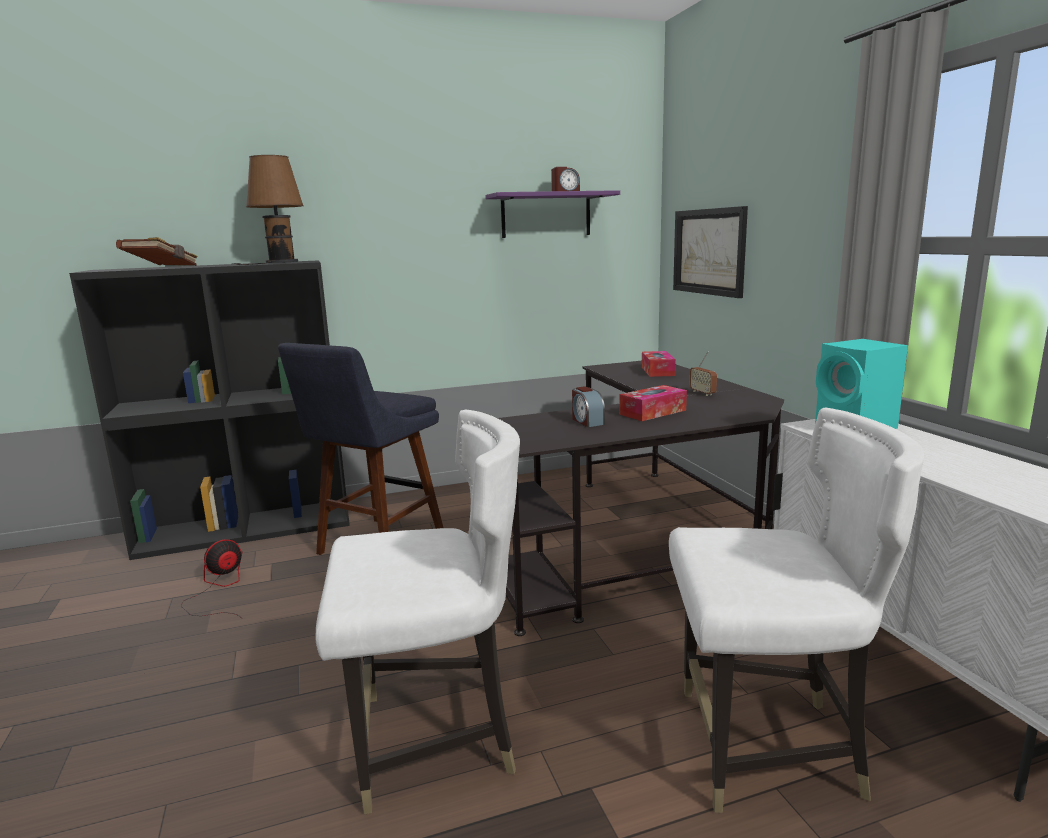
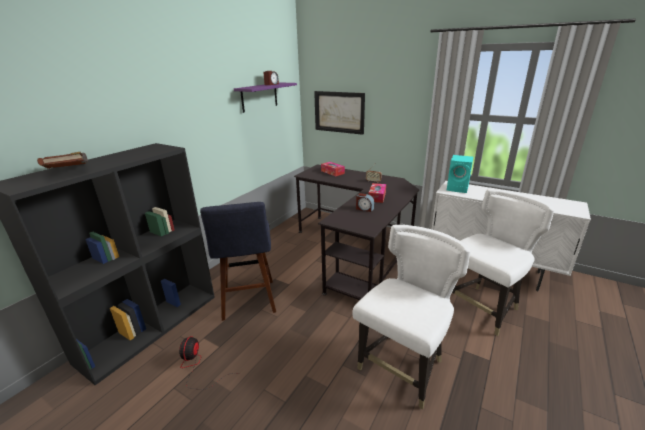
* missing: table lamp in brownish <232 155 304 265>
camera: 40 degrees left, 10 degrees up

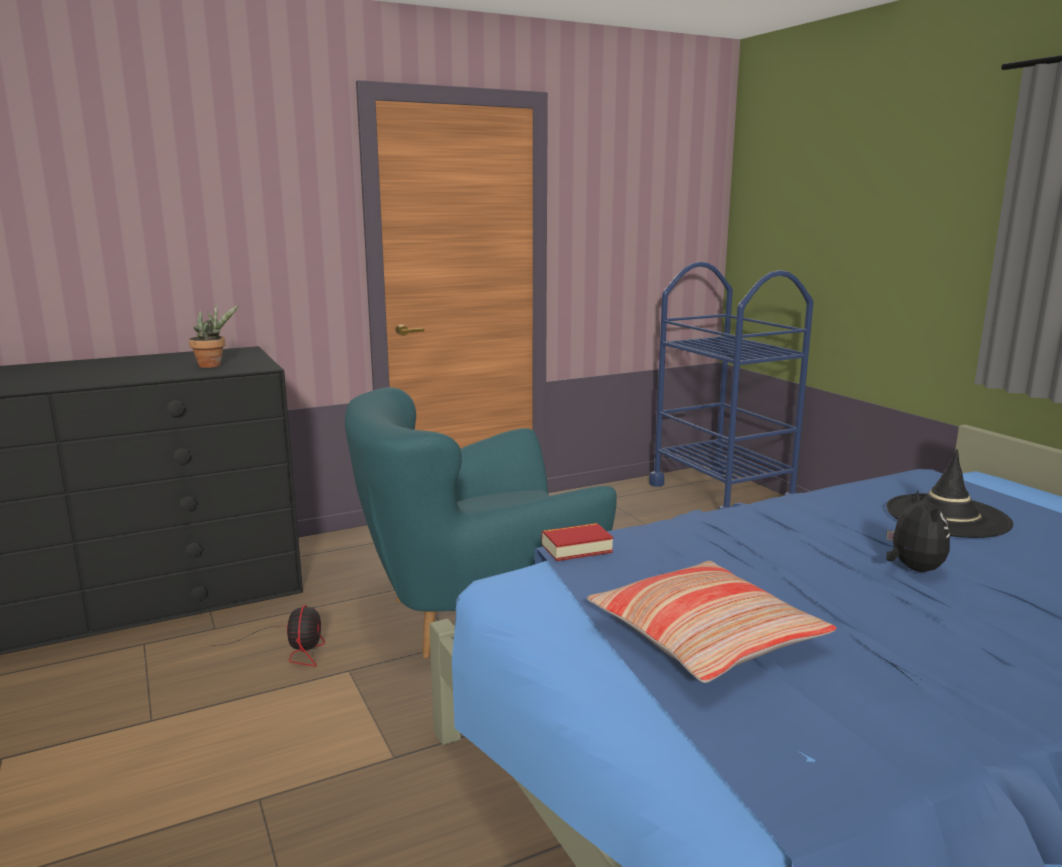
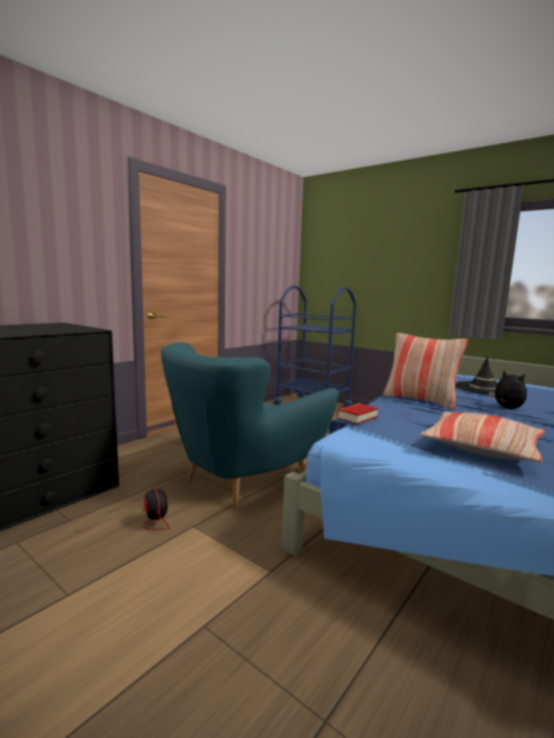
* missing: potted plant <189 303 239 368>
* appeared: cushion <383 333 468 409>
camera: 25 degrees left, 5 degrees down

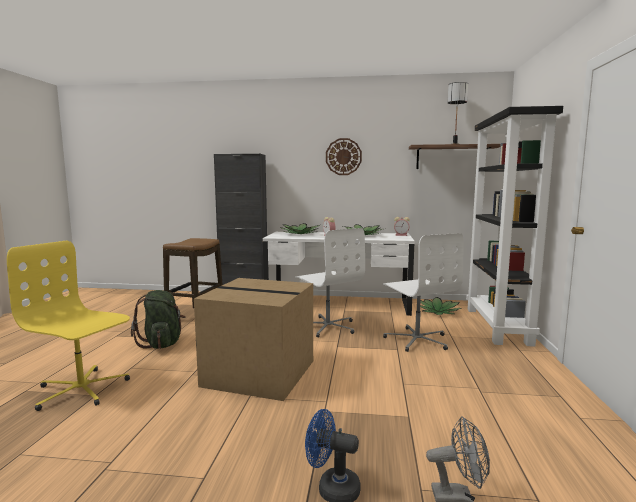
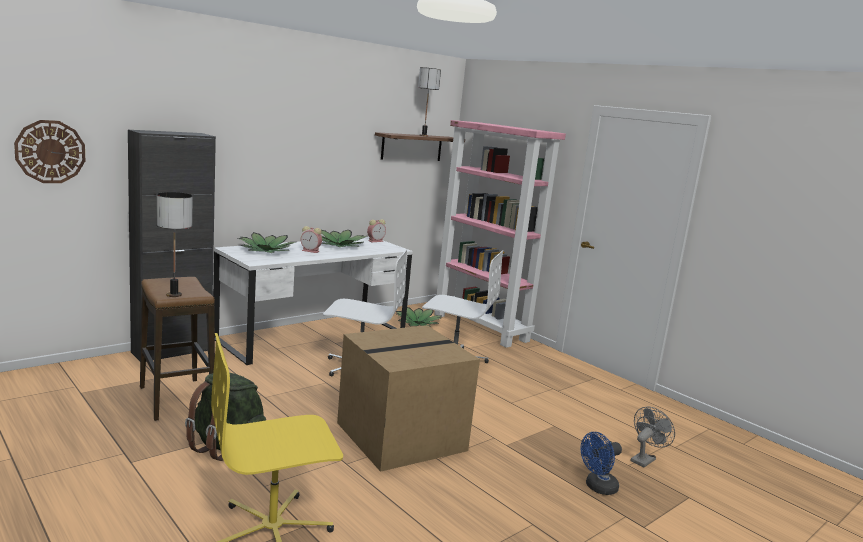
* appeared: table lamp <157 192 192 297>
* relocated: hanging clock <326 138 362 175> to <14 120 85 183>
* colour: shelving unit in blackish <466 106 563 347> to shelving unit in pink <434 120 566 348>
camera: 50 degrees left, 5 degrees up

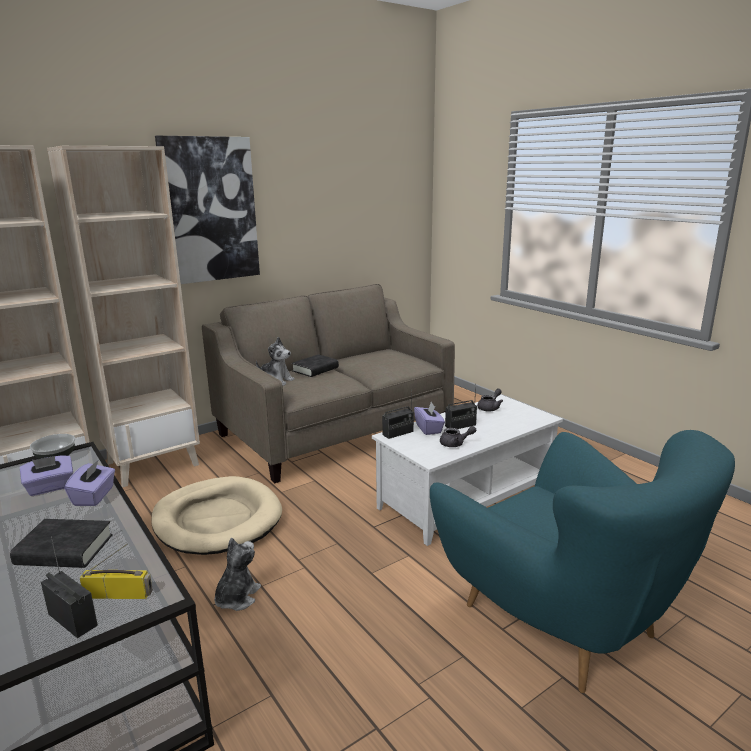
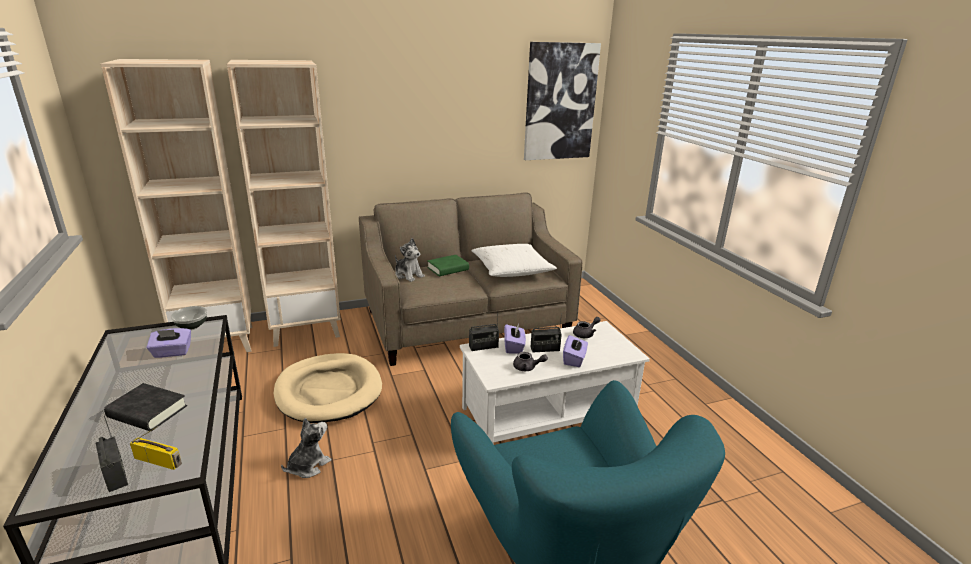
* appeared: cushion in white <471 244 557 277>
* relocated: box of tissues in purple <64 459 115 506> to <563 335 588 367>
* relocated: picture <155 136 260 284> to <524 42 601 160>
* colour: book in blackish <292 354 339 377> to book in green <427 255 469 276>
camera: 15 degrees right, 5 degrees up

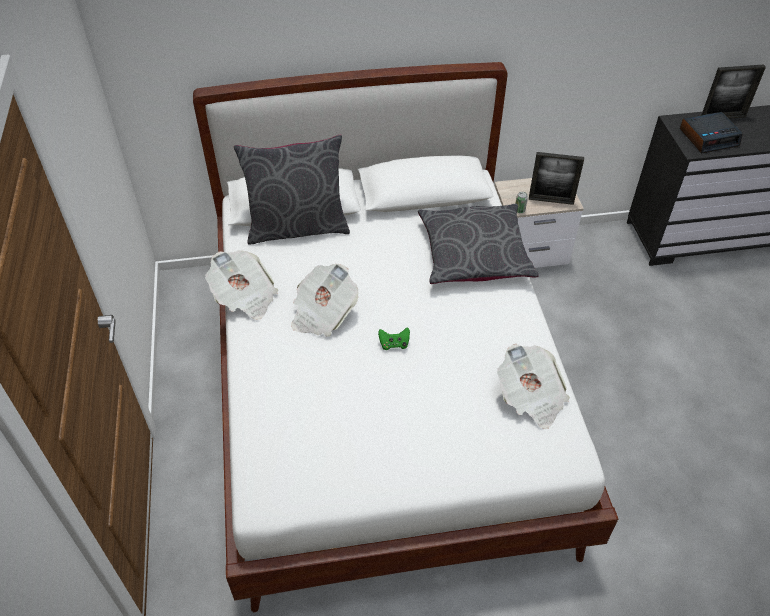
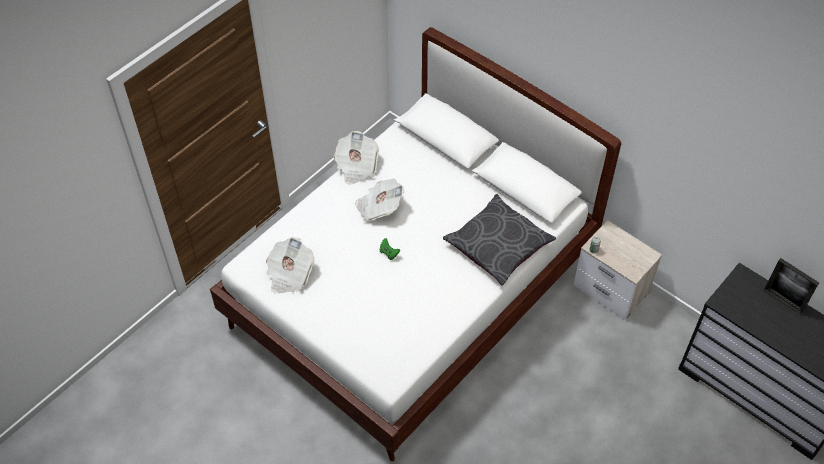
* missing: cushion in gray <234 135 350 245>
* missing: picture frame <529 152 584 205>
* missing: bedside clock <680 112 743 153>
* relocated: newspaper <497 344 570 429> to <266 237 314 294>
camera: 50 degrees right, 5 degrees up

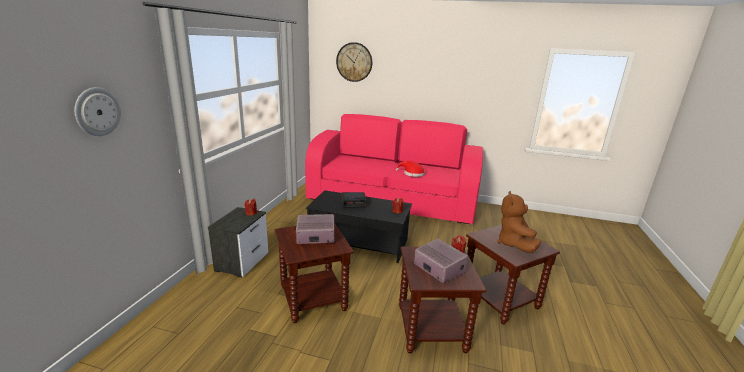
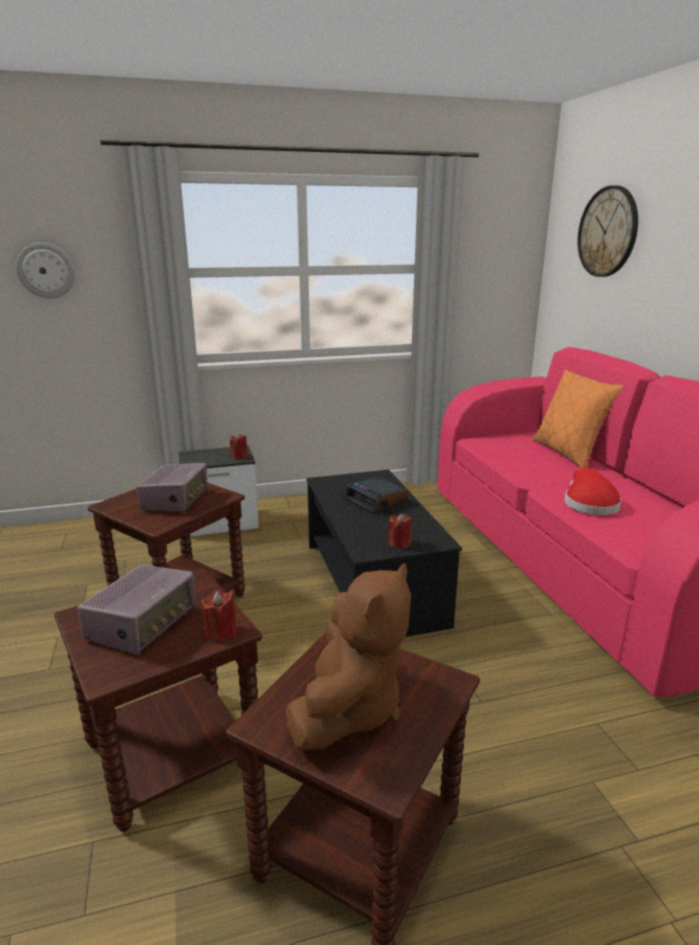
* appeared: cushion in orange <532 370 623 468>
* spun: radio receiver <296 214 335 244> = <136 463 208 512> 45 degrees clockwise
* spun: plush toy in brownish <497 191 541 253> = <286 563 411 750> 135 degrees clockwise
camera: 60 degrees right, 0 degrees up

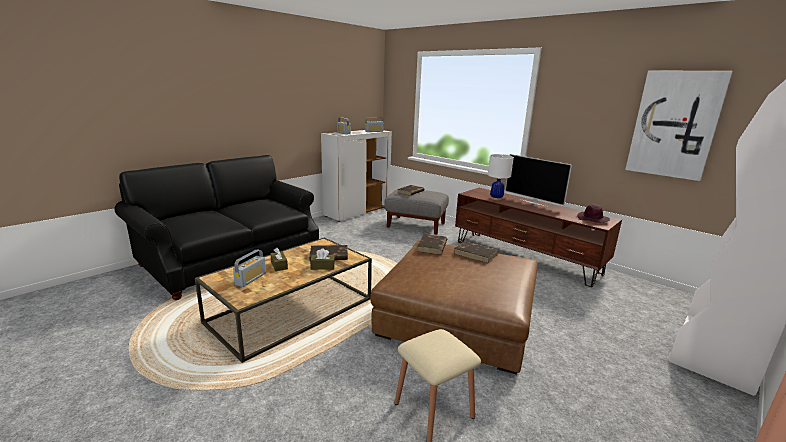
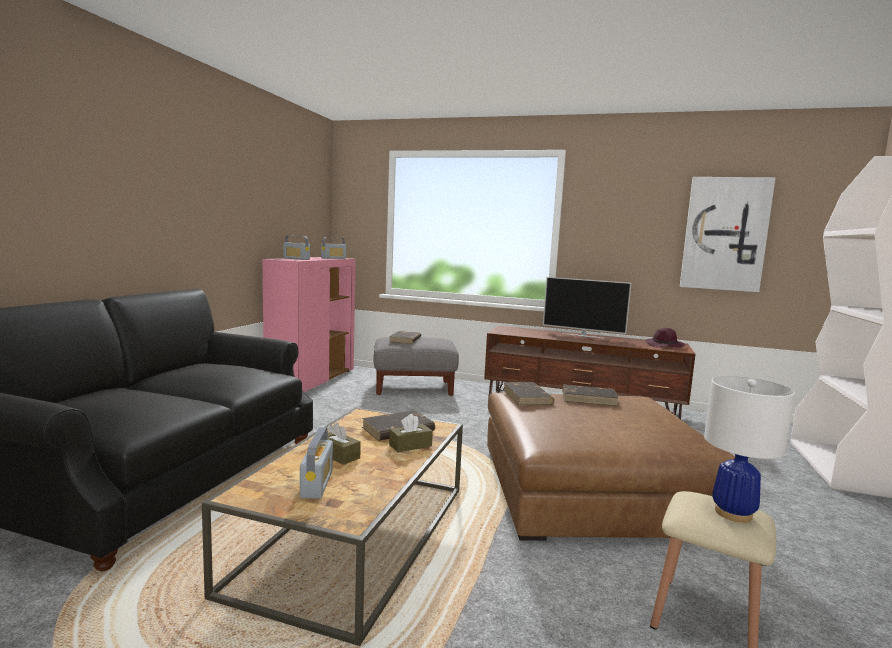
* relocated: table lamp in white <488 154 514 200> to <704 376 795 523>
* colour: cabinet in white <321 130 392 222> to cabinet in pink <263 257 356 392>
camera: 25 degrees left, 10 degrees down

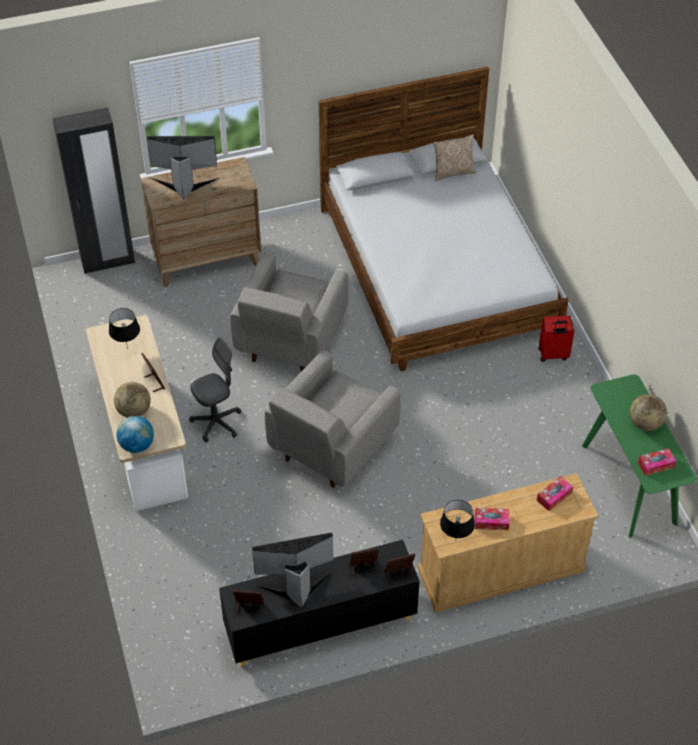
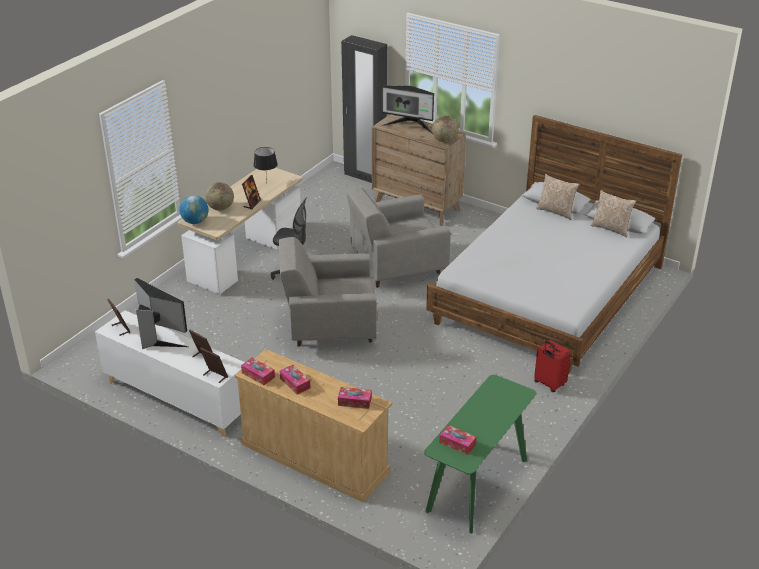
* appeared: cushion <536 174 580 220>
* relocated: world globe <630 394 667 431> to <432 115 459 143>
* exchanged: table lamp in blackish <440 500 475 538> to box of tissues <241 357 275 385>
* colour: cabinet in blackish <219 540 420 667> to cabinet in white <95 310 245 437>
* spun: computer display <147 136 219 199> = <382 85 434 134> 150 degrees clockwise
camera: 50 degrees right, 15 degrees down

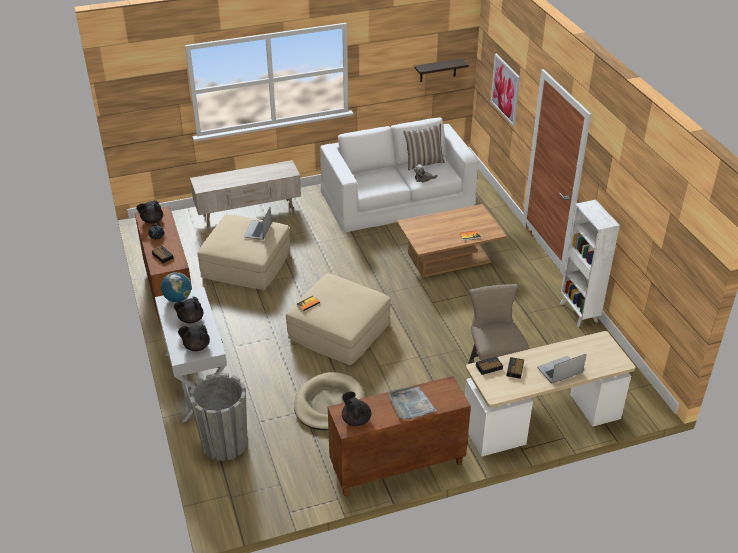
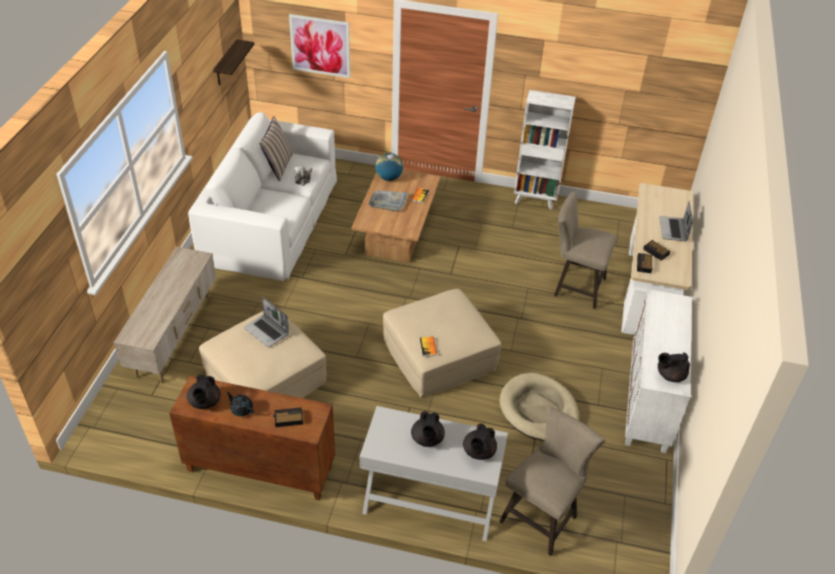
* relocated: world globe <161 272 191 302> to <375 153 403 181>
* relocated: tray in gray <388 387 437 419> to <368 191 408 212>
* exchanged: flower pot in gray <189 373 247 461> to stool seat in sand-coloured <499 407 605 556>
* colour: cabinet in brownish <328 376 471 496> to cabinet in white <625 289 692 453>
camera: 60 degrees left, 5 degrees up

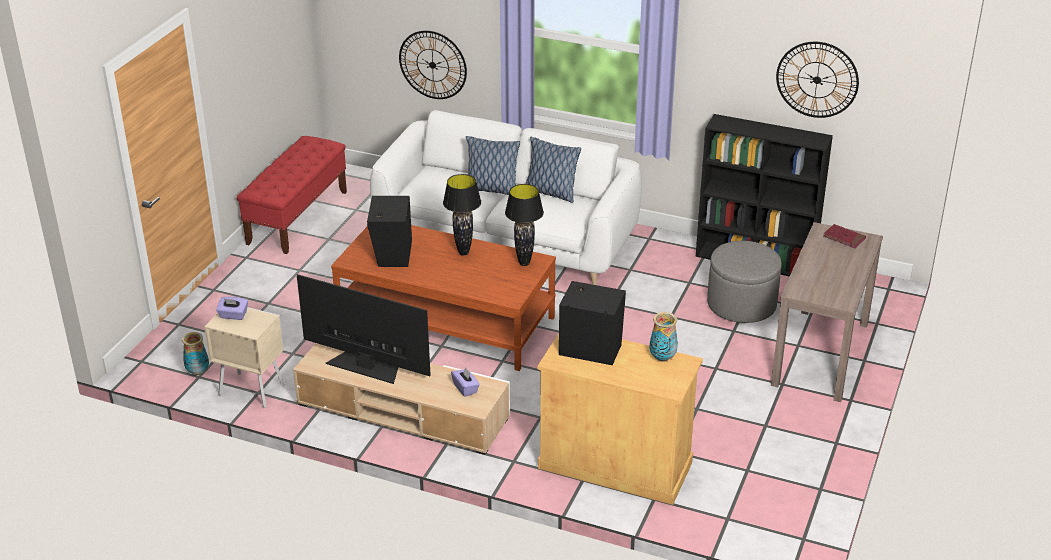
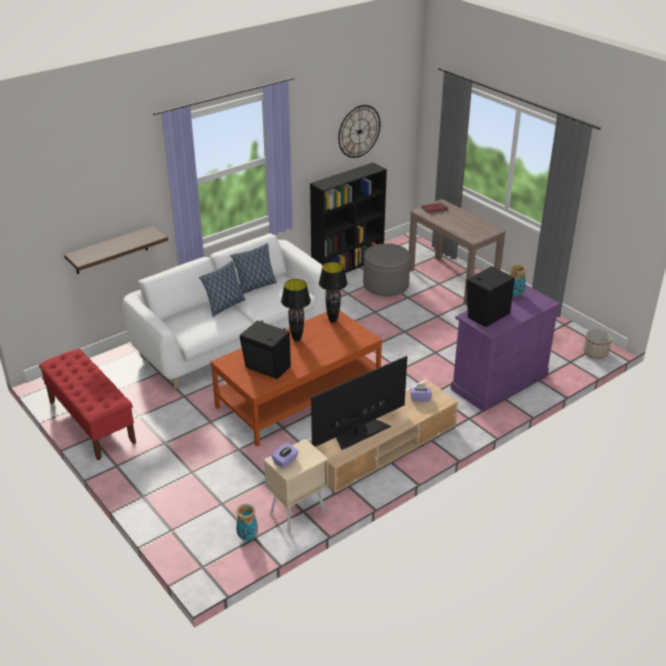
* appeared: flower pot <583 329 612 359>
* exchanged: hanging clock <399 30 467 99> to bracket shelf <64 226 168 274>
* colour: cabinet in sand-coloured <537 333 703 505> to cabinet in purple <451 285 560 412>
camera: 60 degrees left, 0 degrees up

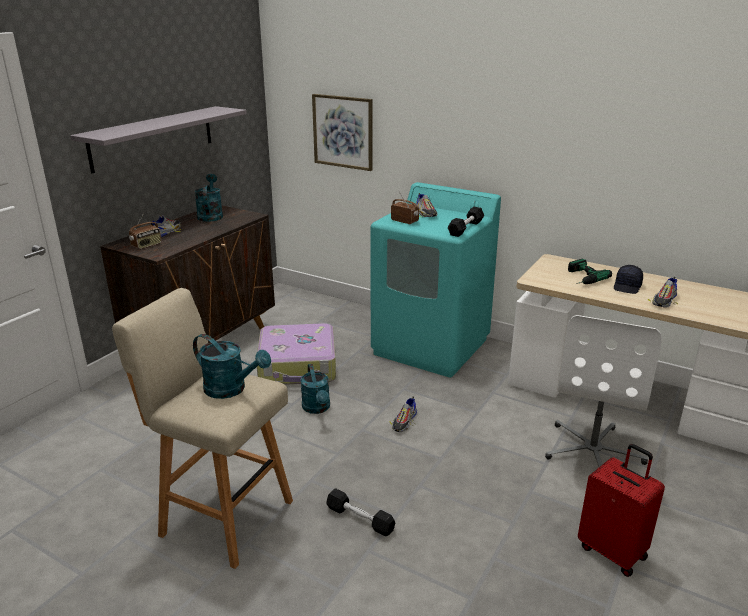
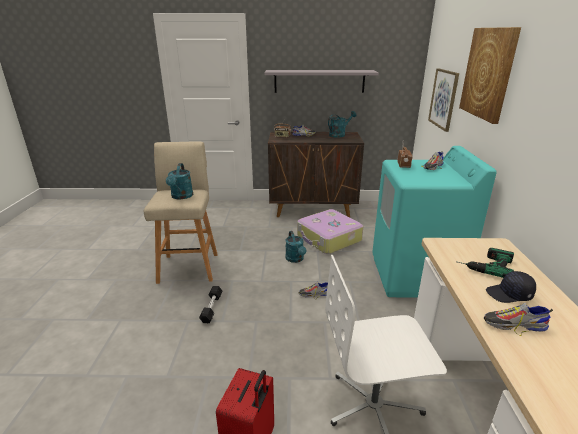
* missing: dumbbell in blackish <447 207 484 237>
* appeared: picture <459 27 521 124>
* spun: watering pot in turquoise <300 364 330 414> = <285 231 307 263> 60 degrees counterclockwise
camera: 60 degrees right, 0 degrees up

